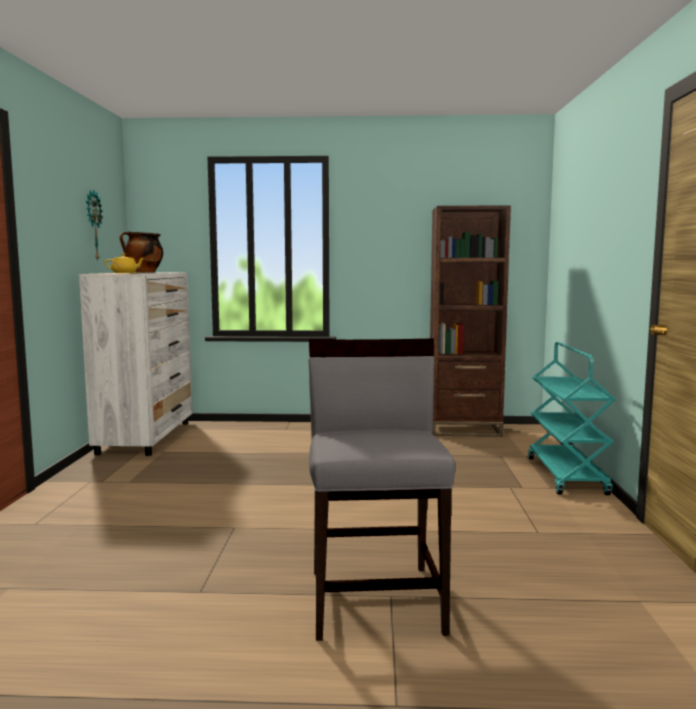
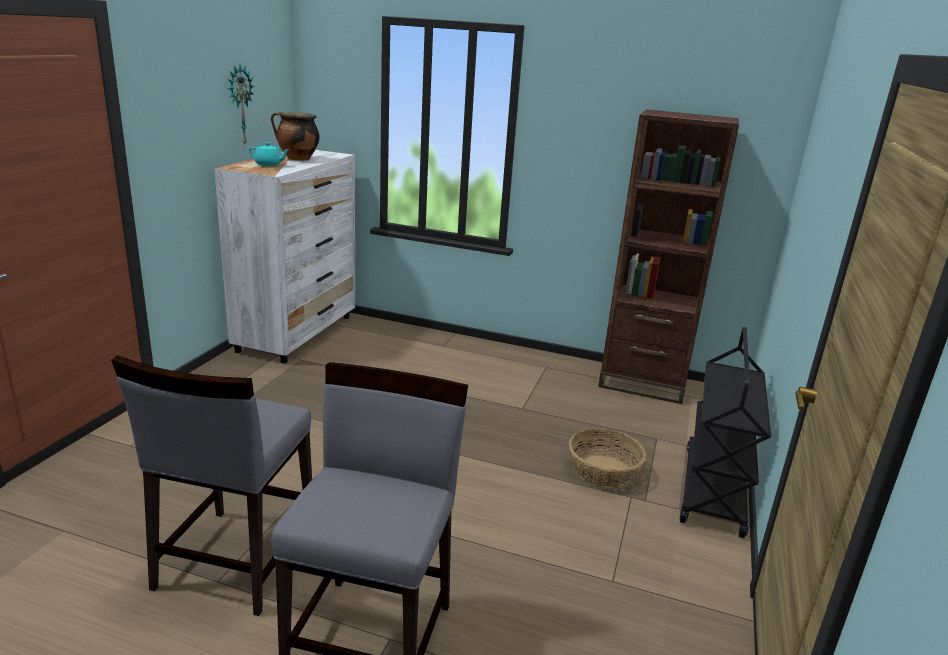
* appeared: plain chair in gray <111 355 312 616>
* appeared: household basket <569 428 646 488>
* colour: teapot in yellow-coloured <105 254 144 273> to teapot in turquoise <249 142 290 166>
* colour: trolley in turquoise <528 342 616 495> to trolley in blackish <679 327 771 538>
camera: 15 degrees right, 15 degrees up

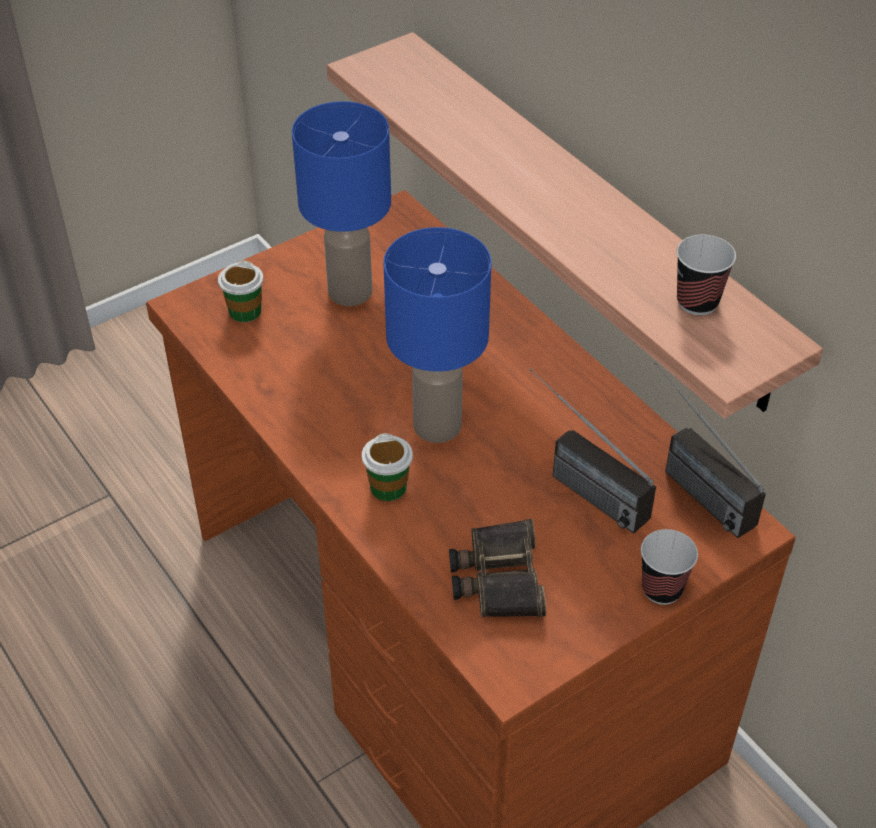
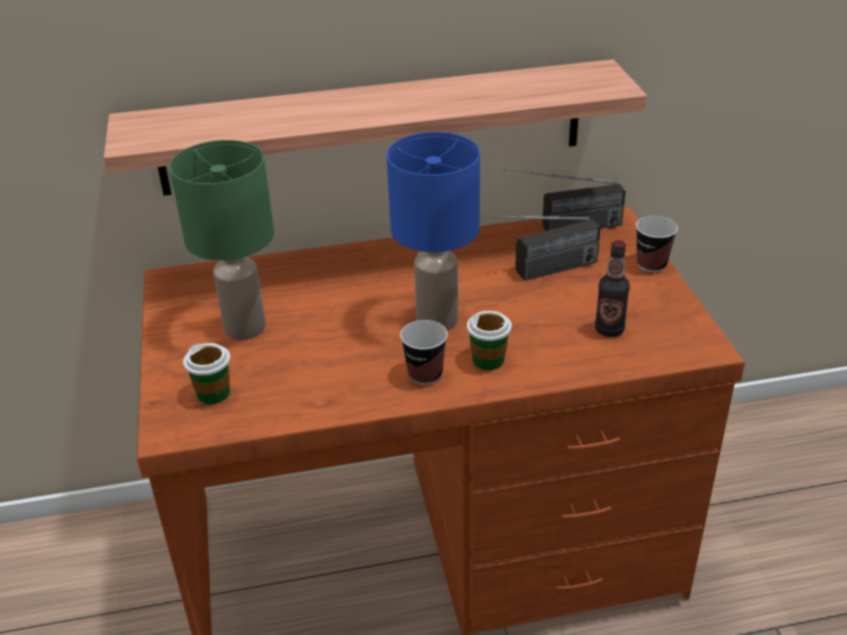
* relocated: small cup <677 234 736 315> to <400 320 448 385>
* exchanged: pair of binoculars <449 519 546 617> to beverage bottle <595 240 630 337>
* colour: table lamp in blue-coloured <292 101 391 306> to table lamp in green <169 140 274 340>
camera: 65 degrees left, 10 degrees down

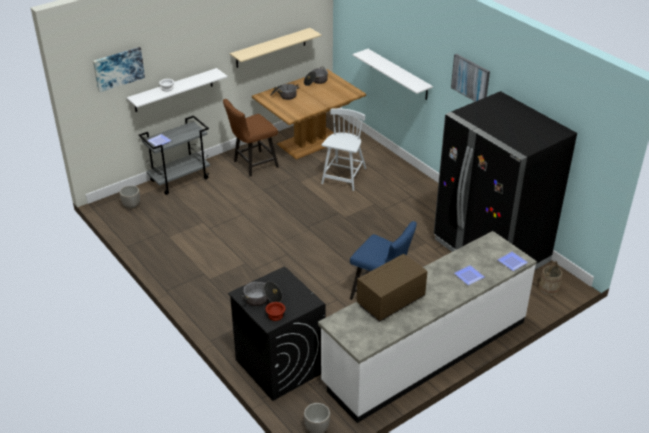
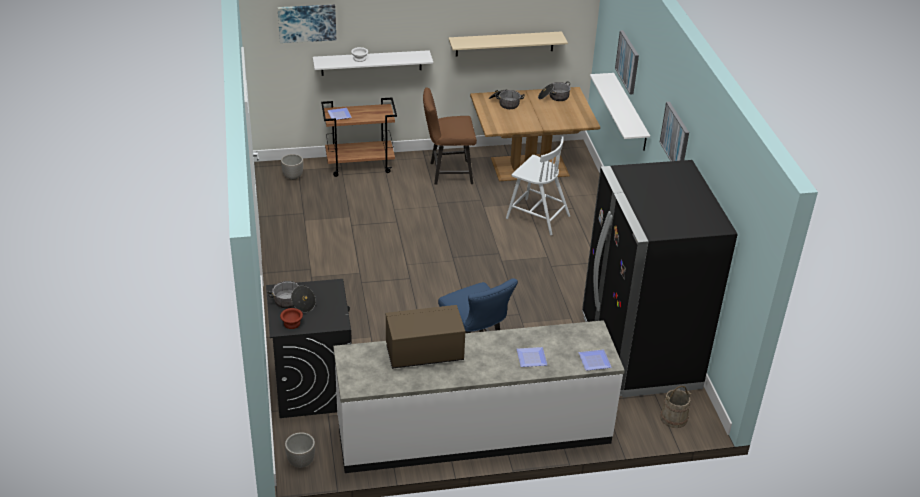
* appeared: picture <615 30 639 94>
* colour: trolley in gray <139 115 210 195> to trolley in brownish <321 97 397 177>
* spun: plain chair in white <321 108 367 191> = <506 136 570 235> 75 degrees clockwise
camera: 25 degrees right, 0 degrees up

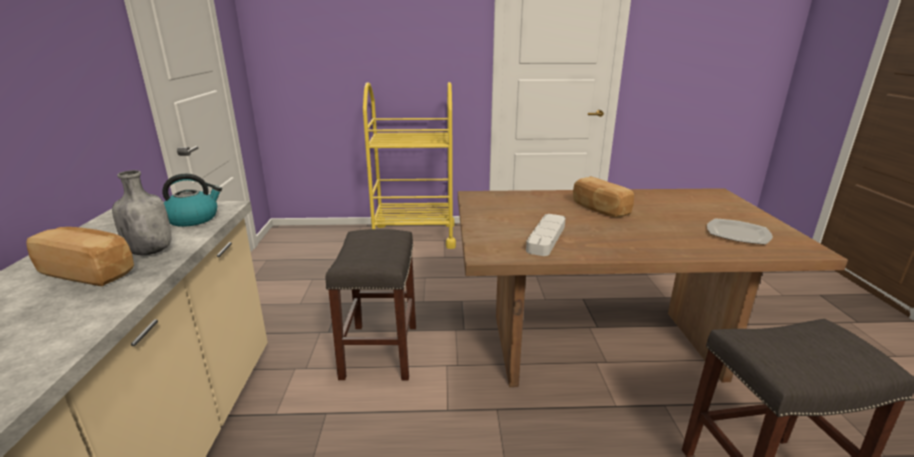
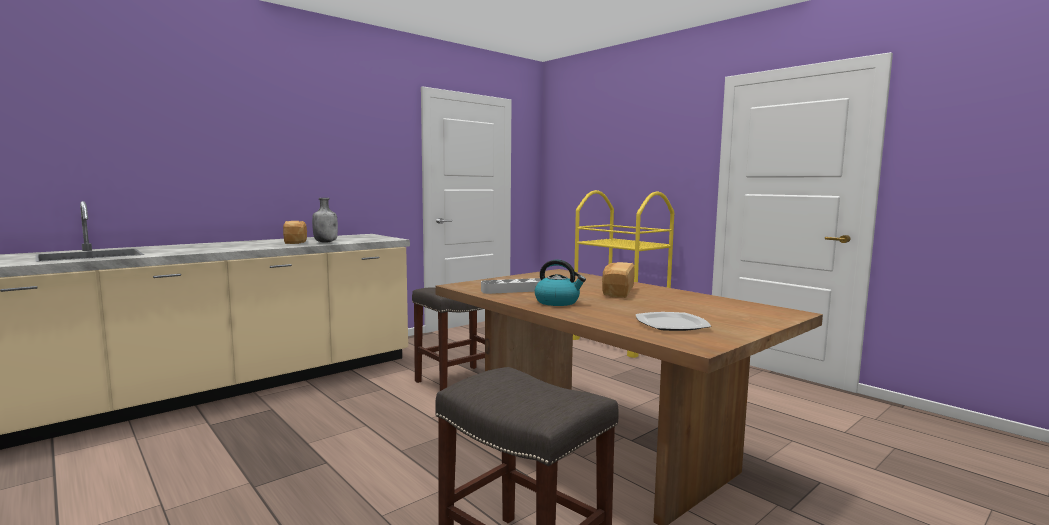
* relocated: water kettle <162 173 222 227> to <535 260 586 306>
camera: 50 degrees right, 15 degrees down

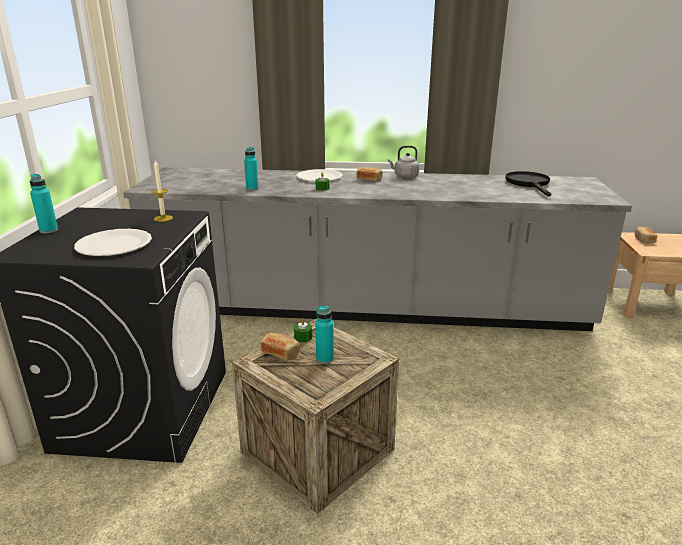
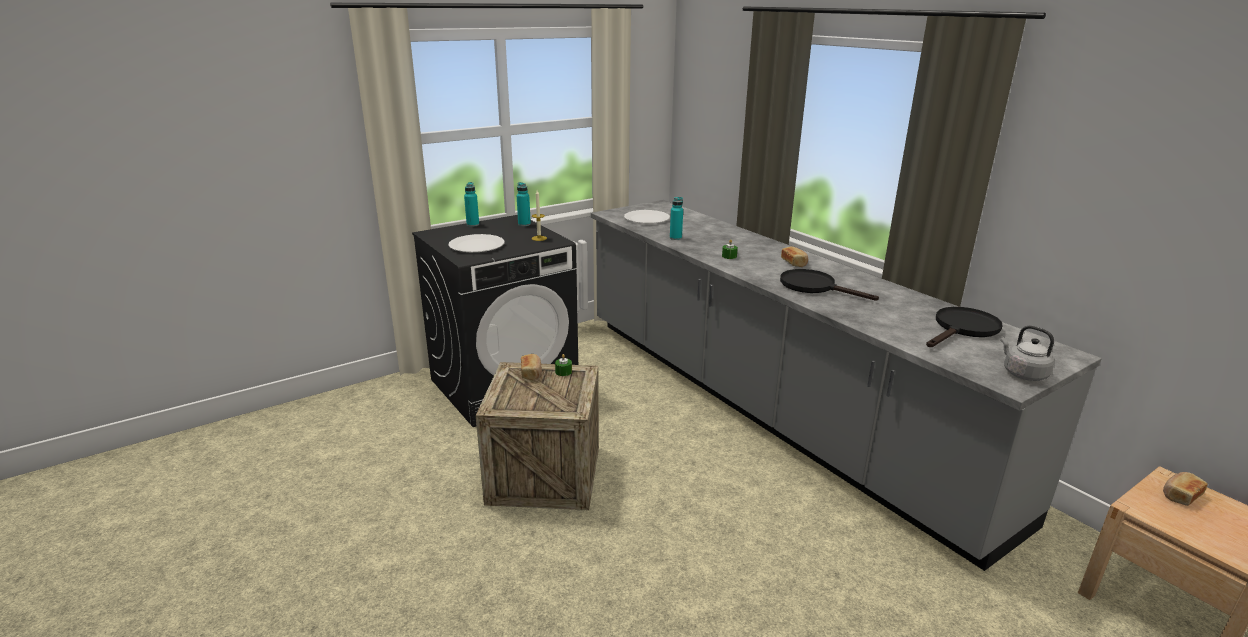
* appeared: skillet in blackish <780 269 879 301>
* relocated: plate in white <297 169 343 182> to <624 210 670 224>
* relocated: beverage bottle in turquoise <315 306 334 364> to <517 182 531 226>
* relocated: water kettle in gray <388 146 420 178> to <1000 325 1054 381>
camera: 50 degrees right, 0 degrees up

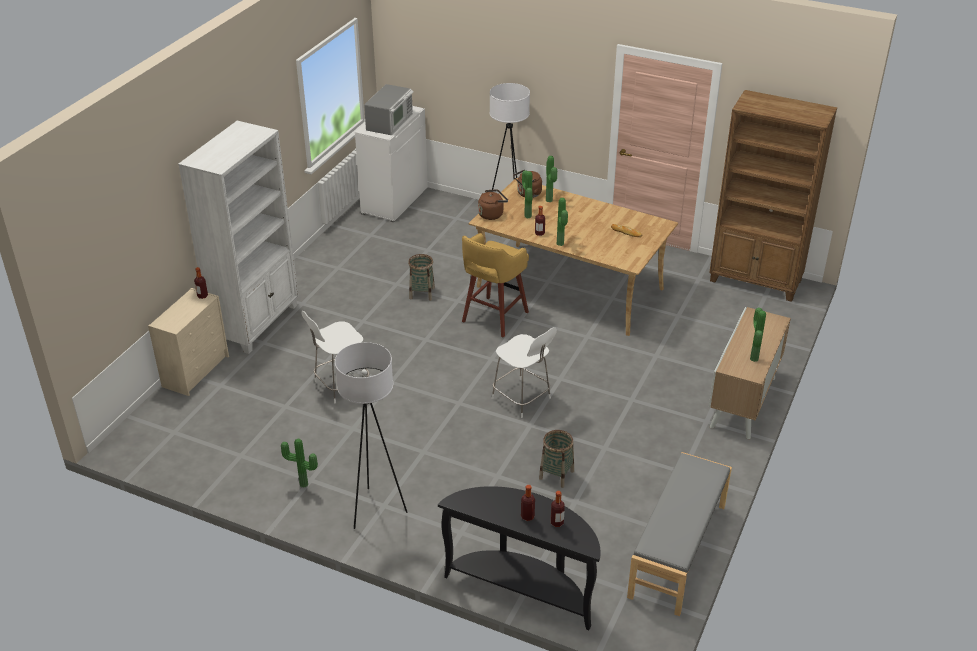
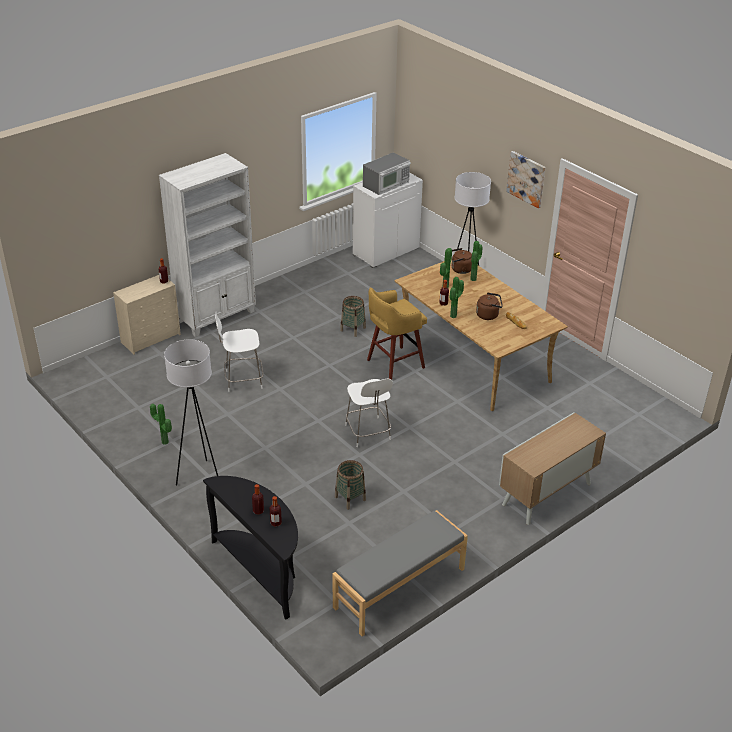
* missing: shelving unit in brownish <709 90 837 302>
* missing: potted plant <750 308 766 362>
* appeared: picture <506 151 545 208>
* relocated: water kettle in brownish <478 189 508 220> to <476 293 503 320>
camera: 25 degrees right, 0 degrees up

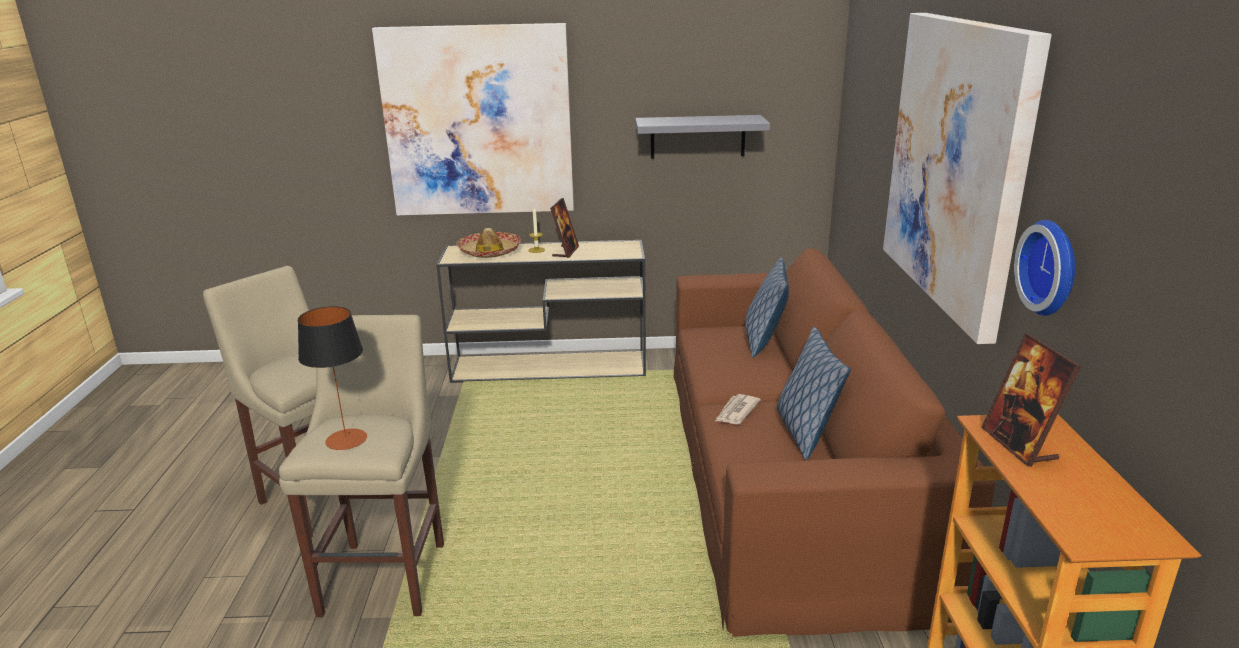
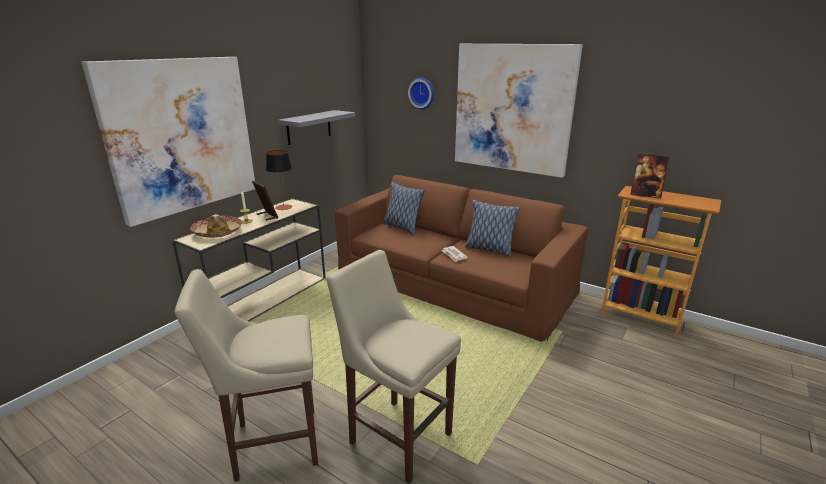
* relocated: table lamp <298 306 367 450> to <266 150 292 210>
* relocated: hanging clock <1014 220 1075 316> to <408 78 434 109>
camera: 55 degrees left, 0 degrees up

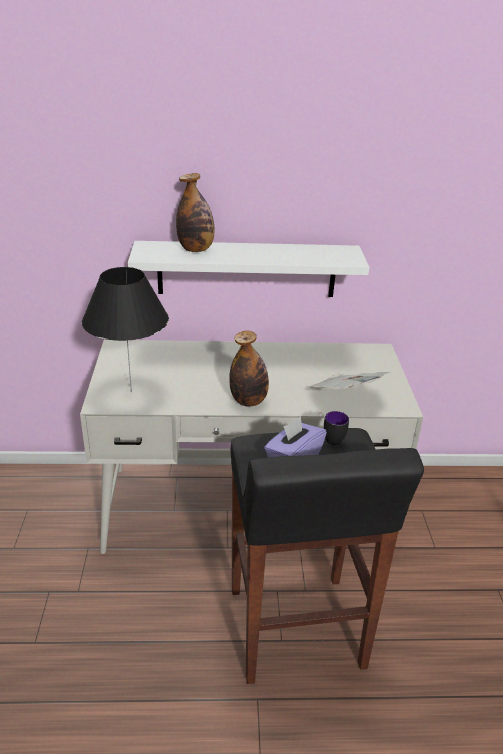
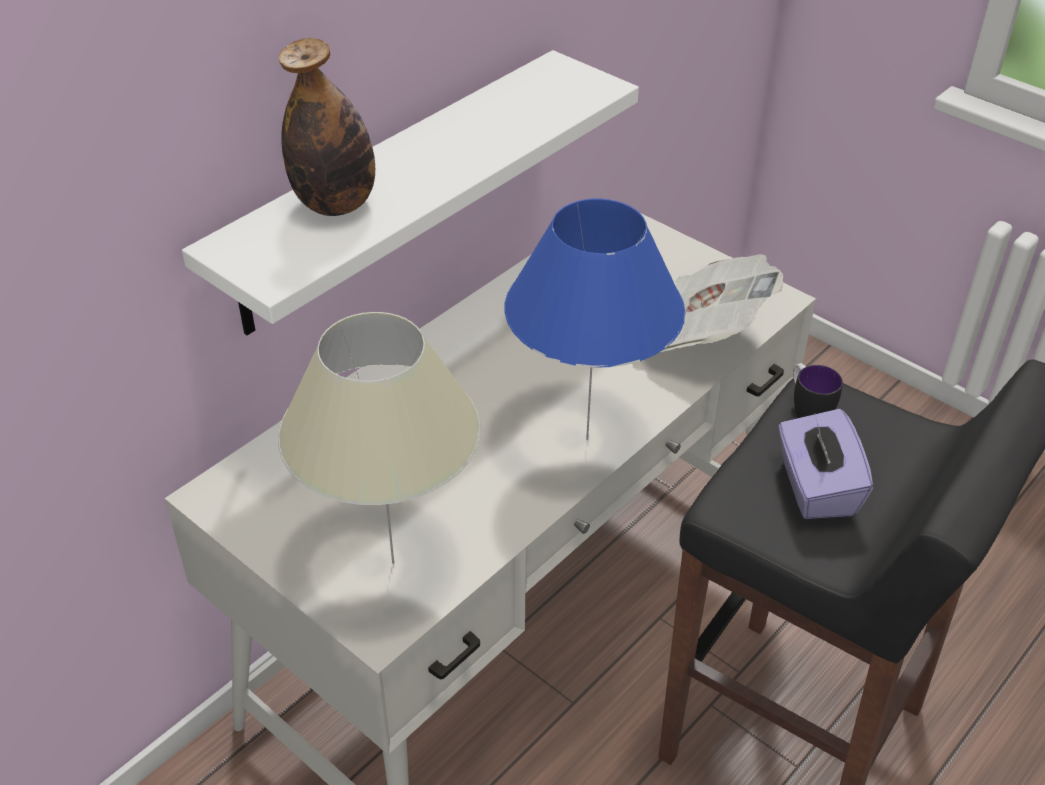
* exchanged: beverage bottle <229 331 269 407> to table lamp in blue-coloured <504 199 685 440>
* colour: table lamp in blackish <82 267 169 393> to table lamp in sand-coloured <278 312 481 564>
camera: 45 degrees left, 10 degrees up

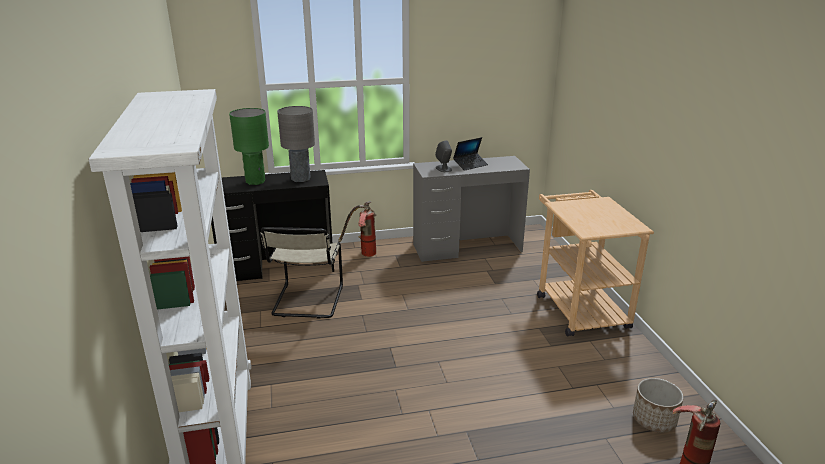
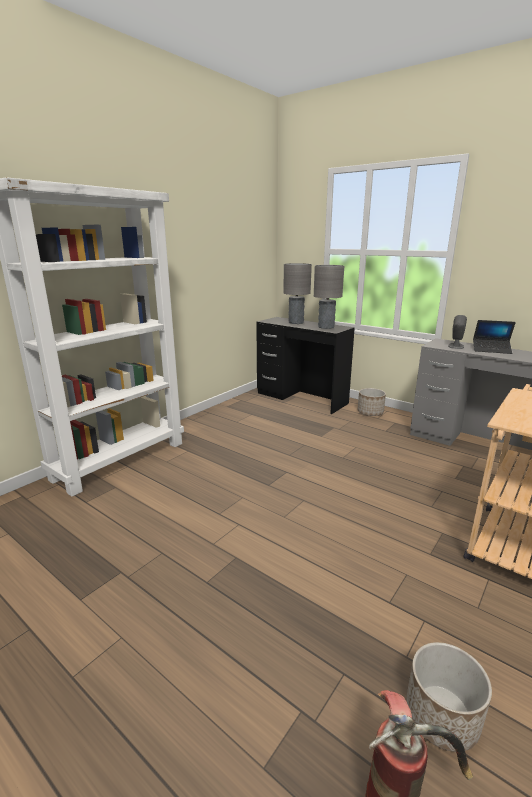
* missing: plain chair in sand-coloured <260 227 343 319>
* exchanged: extinguisher <338 201 377 257> to flower pot <358 388 386 416>
* colour: table lamp in green <229 108 269 185> to table lamp in gray <283 263 312 324>
camera: 50 degrees right, 5 degrees down

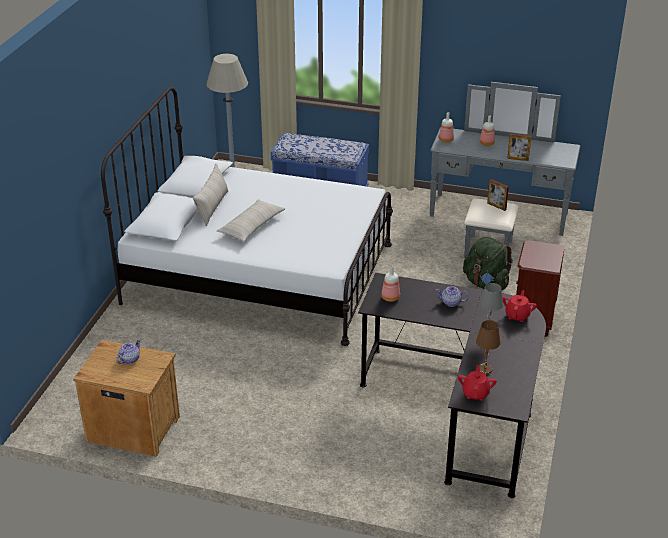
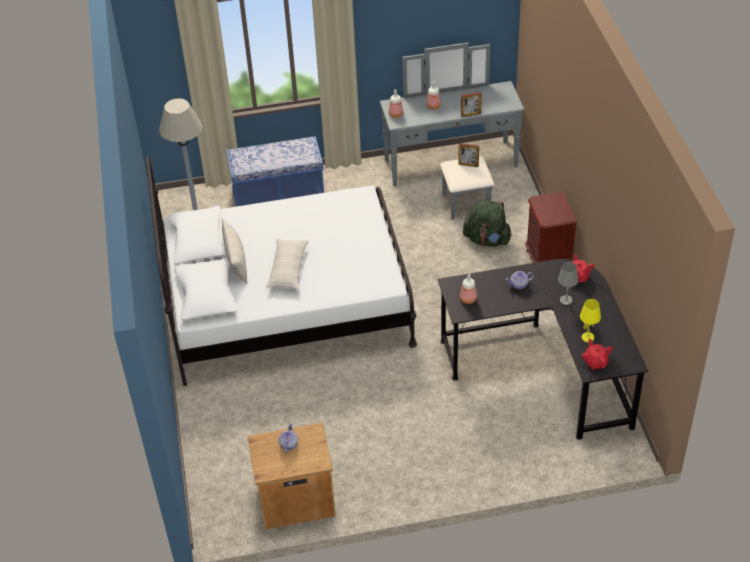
* colour: table lamp in brownish <476 320 500 375> to table lamp in yellow-coloured <580 299 601 343>
camera: 25 degrees left, 10 degrees up

